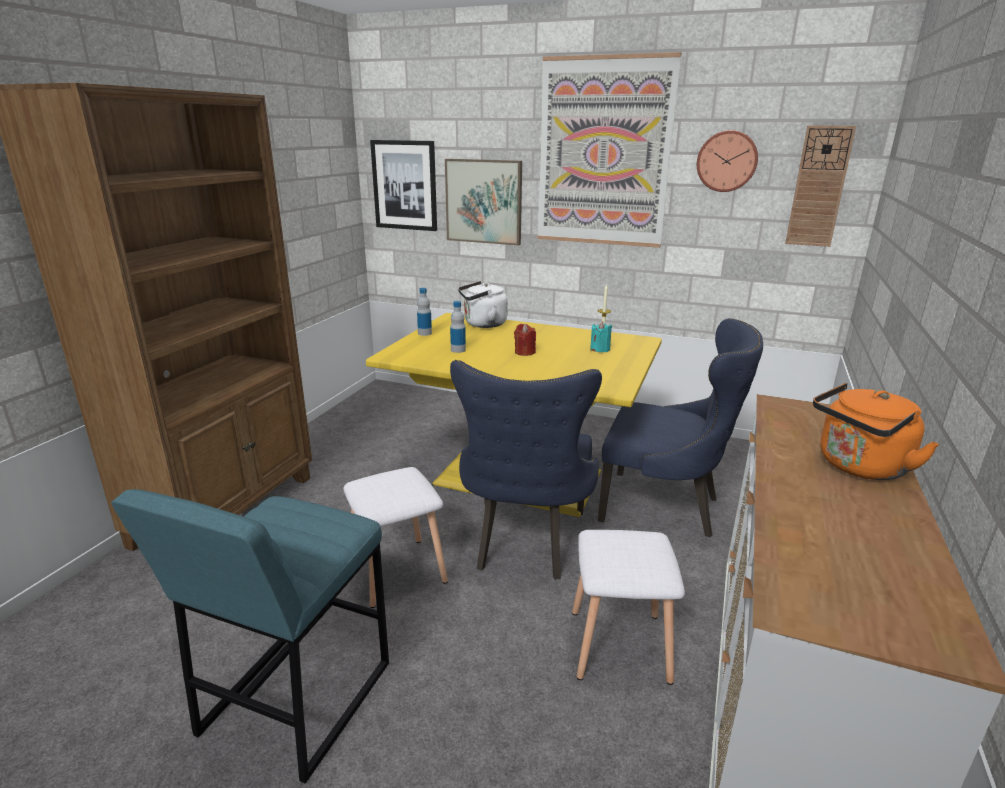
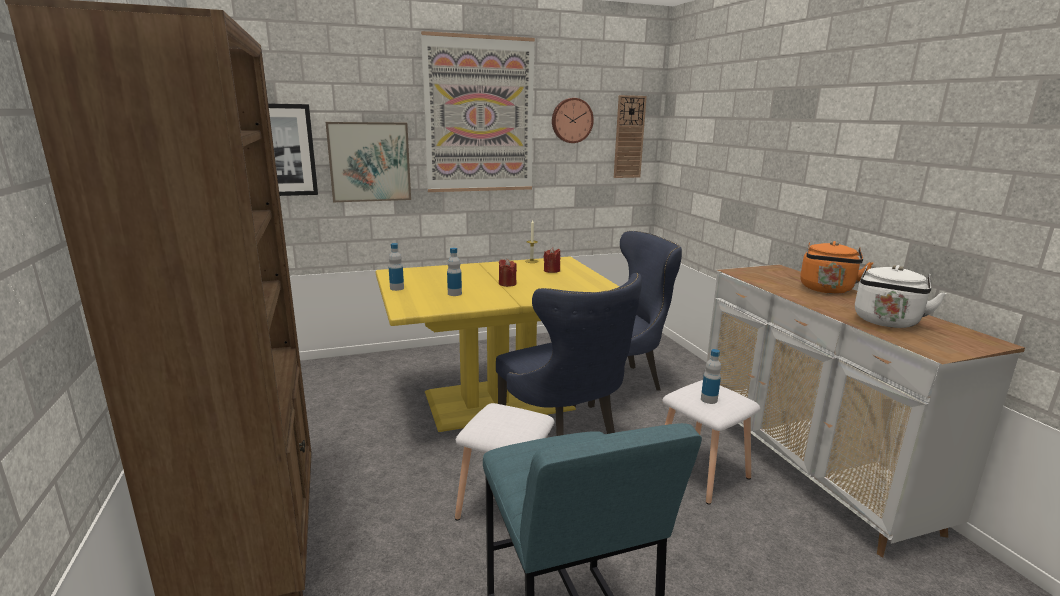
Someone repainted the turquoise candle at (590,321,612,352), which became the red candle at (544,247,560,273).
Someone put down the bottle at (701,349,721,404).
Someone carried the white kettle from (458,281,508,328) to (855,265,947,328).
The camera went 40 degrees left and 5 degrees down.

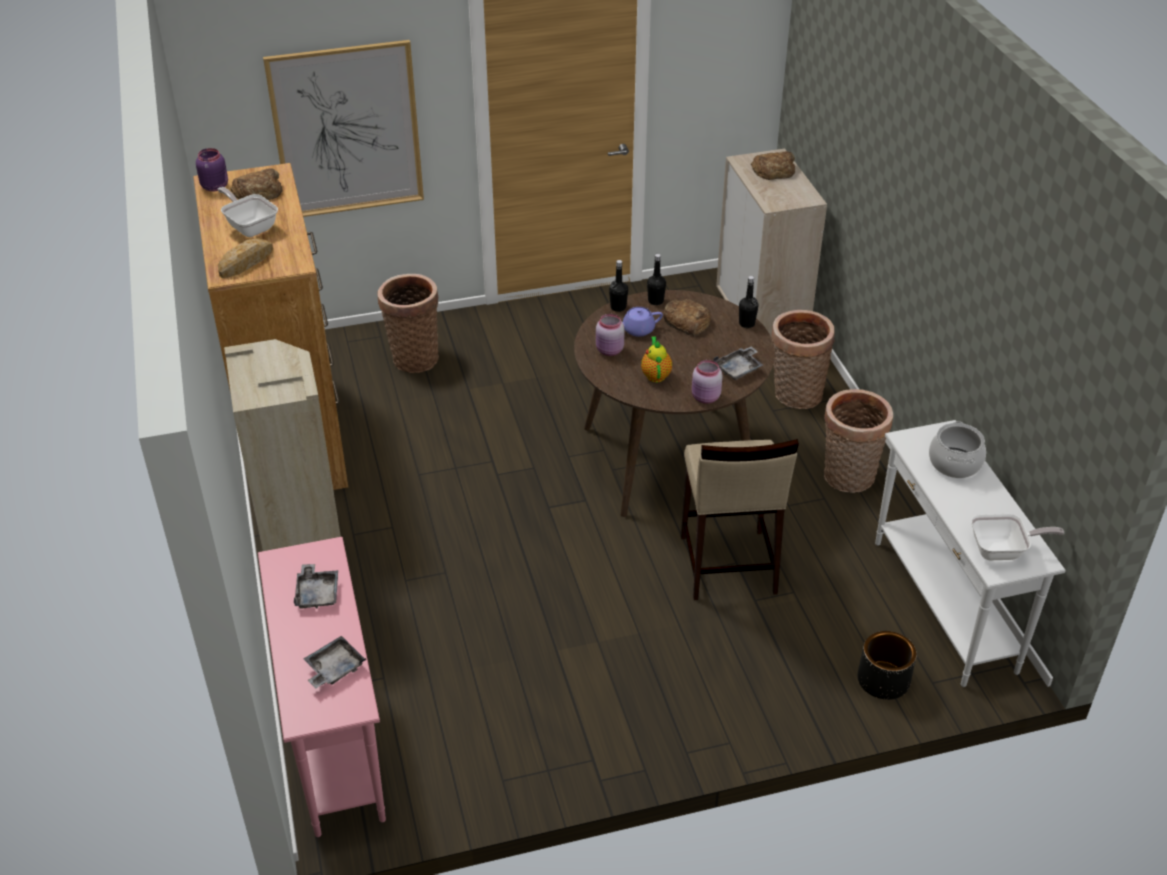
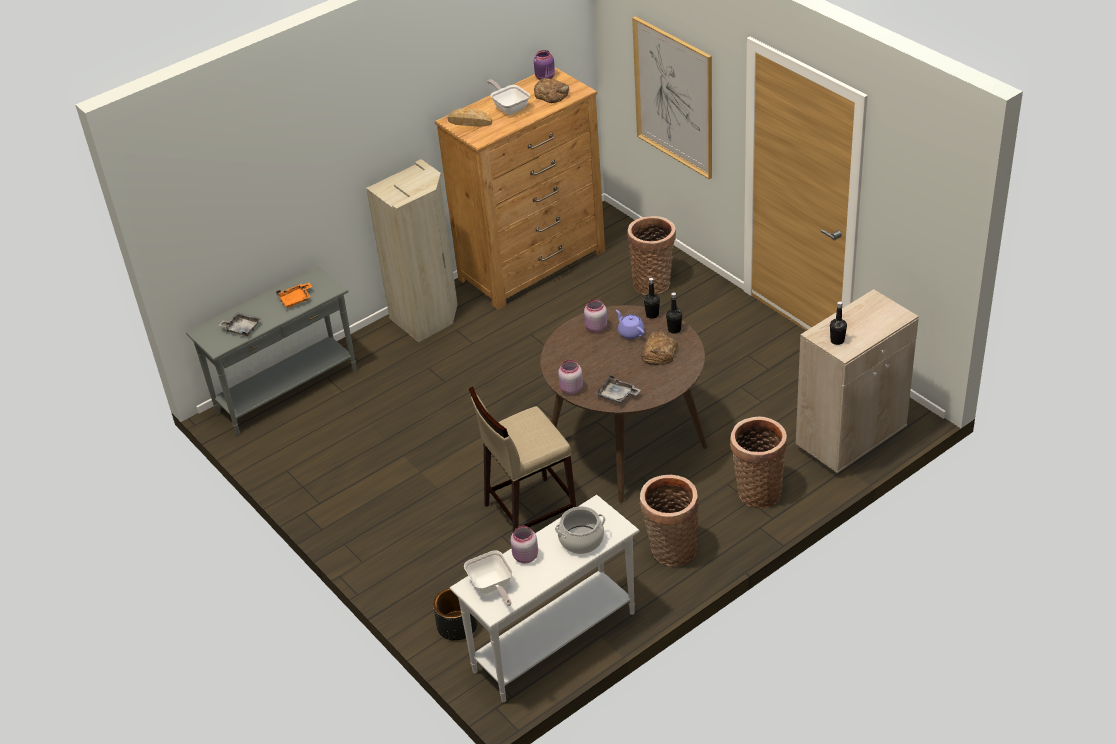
Someone repainted the pink console table at (258,537,386,837), which became the grey console table at (186,266,357,435).
Someone repainted the grey tray at (294,564,338,609), which became the orange tray at (276,283,312,308).
Someone rotated the frying pan at (217,187,278,237) by 60 degrees counterclockwise.
Someone put down the pink jar at (511,526,538,563).
Someone carried the black bottle from (739,276,759,328) to (830,301,847,345).
Someone took away the teapot at (641,336,672,382).
Someone took away the bread at (751,151,795,180).
The camera went 70 degrees right and 0 degrees up.

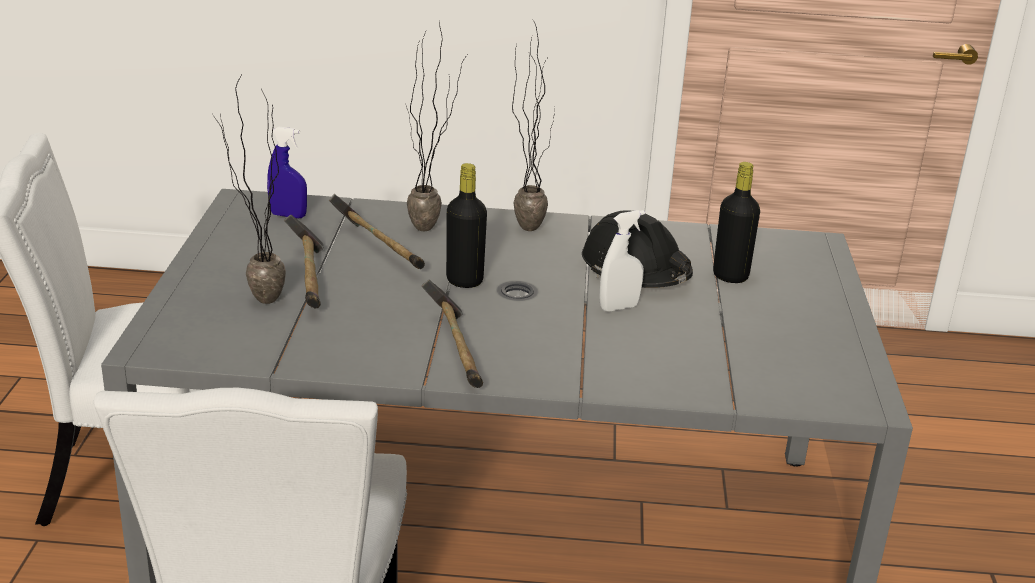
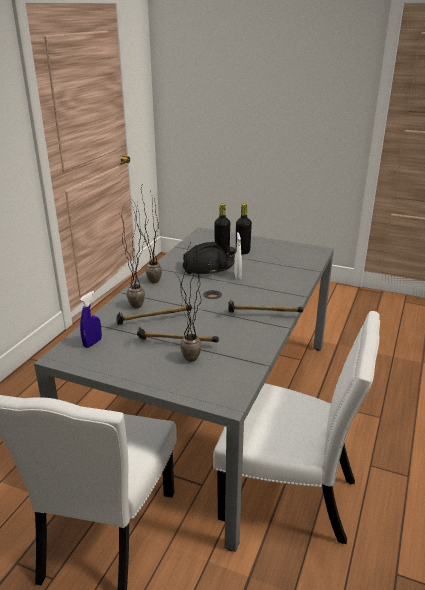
Someone carried the black bottle from (446,163,487,288) to (236,204,252,254).
The camera went 70 degrees left and 0 degrees up.

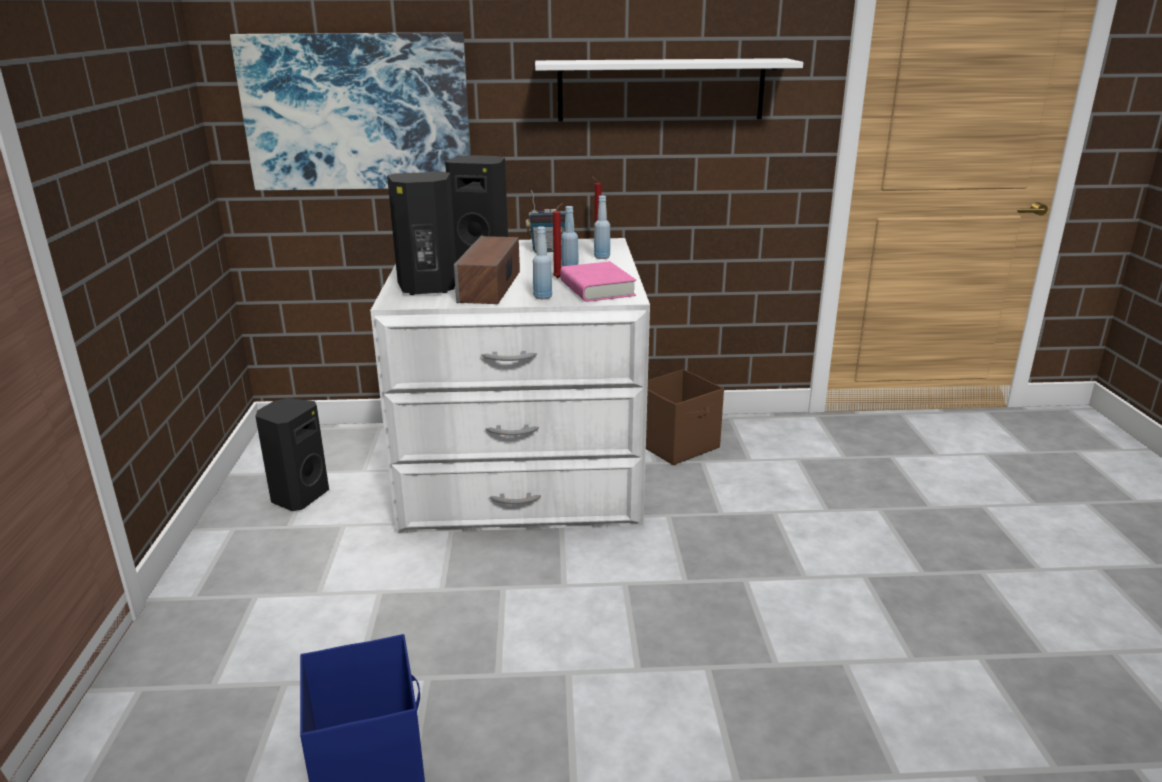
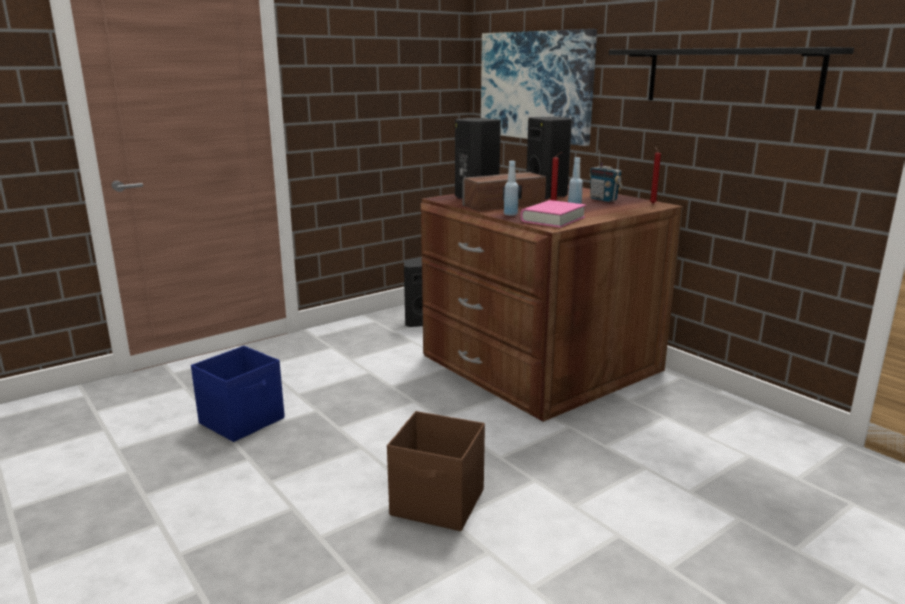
Someone carried the brown storage box from (646,369,724,465) to (387,411,485,531).
Someone repainted the white dresser at (370,238,650,533), which became the brown dresser at (421,185,683,422).
Someone repainted the white shelf at (535,58,803,122), which became the black shelf at (609,47,854,110).
Someone took away the blue bottle at (594,195,610,259).
The camera went 55 degrees right and 5 degrees down.

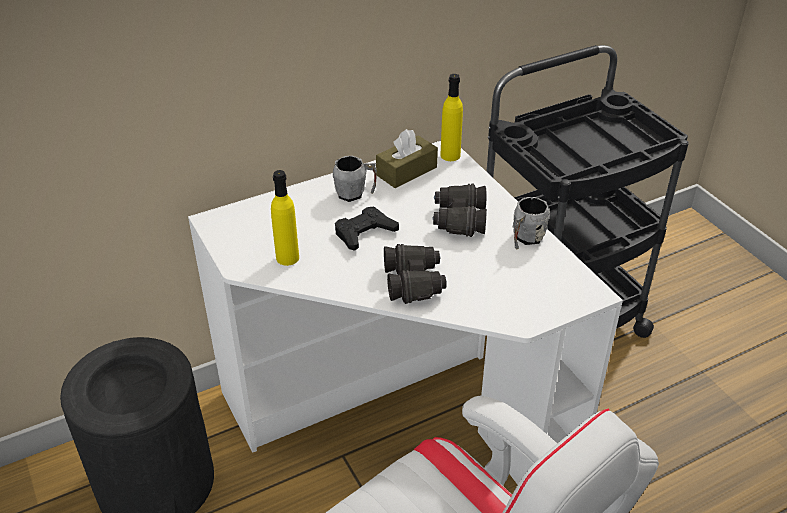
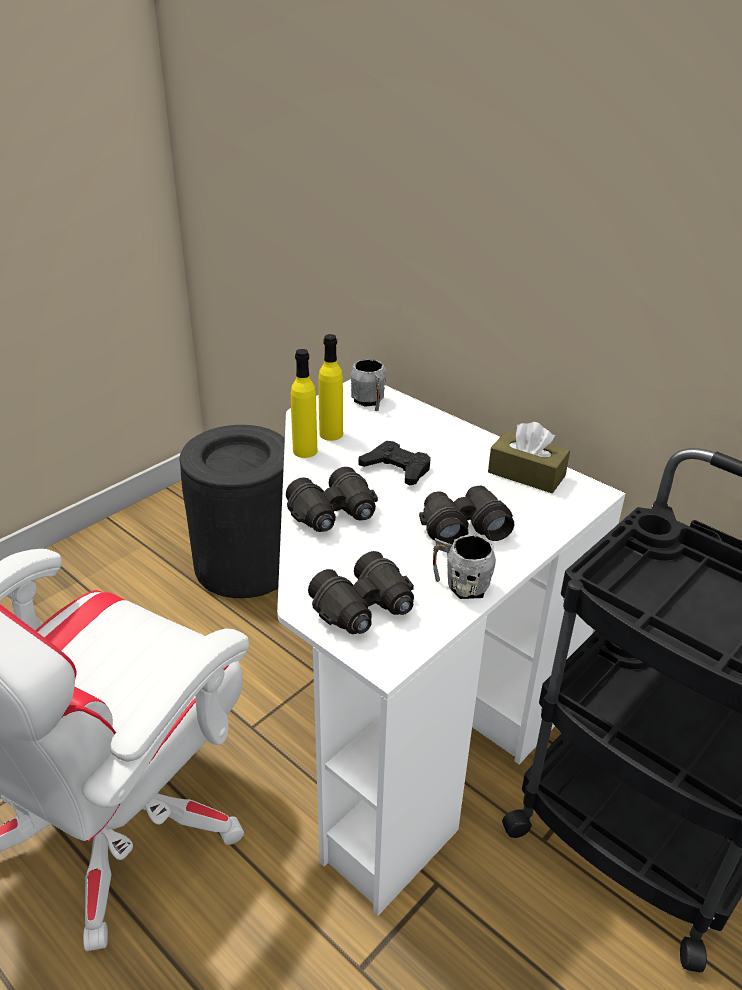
Someone carried the yellow bottle from (441,74,463,161) to (291,349,317,458).
Someone put down the black binoculars at (308,551,414,634).
Someone carried the grey mug from (333,156,377,202) to (351,359,386,412).
The camera went 70 degrees right and 5 degrees down.

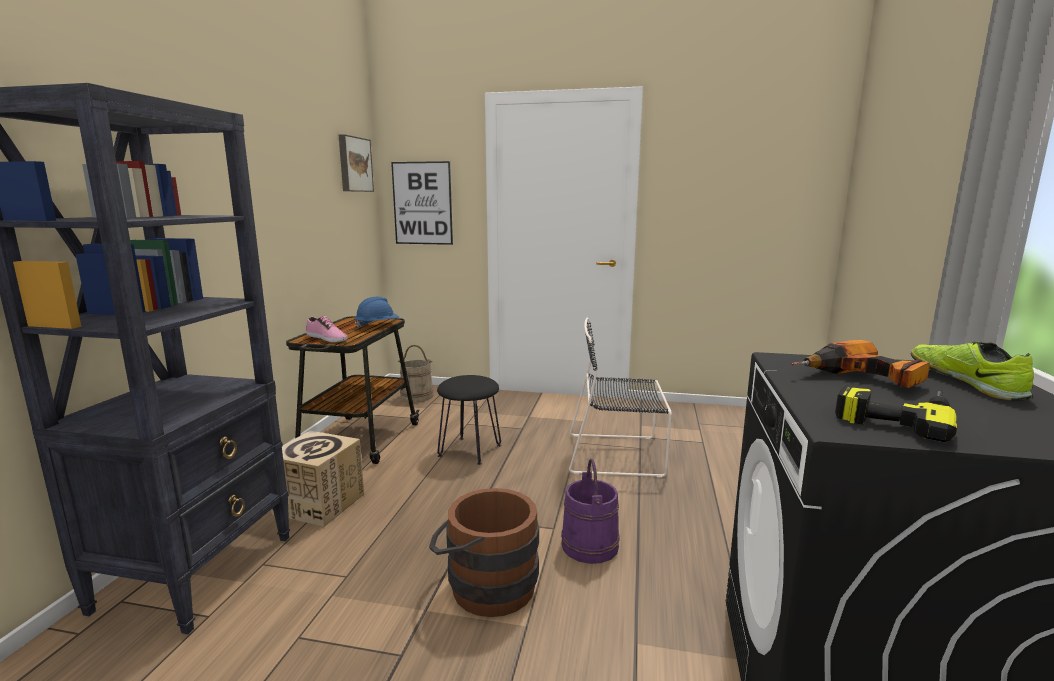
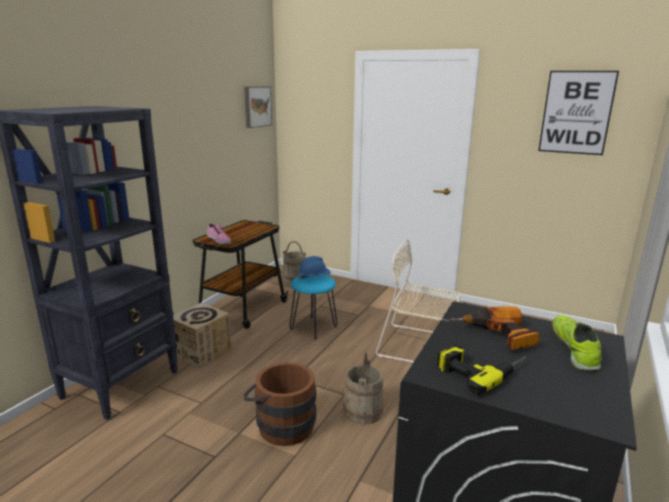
Someone repainted the black stool at (437,375,501,465), which became the turquoise stool at (290,275,337,340).
Someone carried the blue hard hat from (355,297,399,328) to (298,256,331,279).
Someone repainted the purple bucket at (561,459,620,564), which became the beige bucket at (343,352,384,424).
Someone repainted the black chair at (569,317,672,477), which became the beige chair at (376,239,461,363).
Someone carried the picture from (391,161,453,245) to (538,71,619,155).
The camera went 15 degrees right and 5 degrees up.

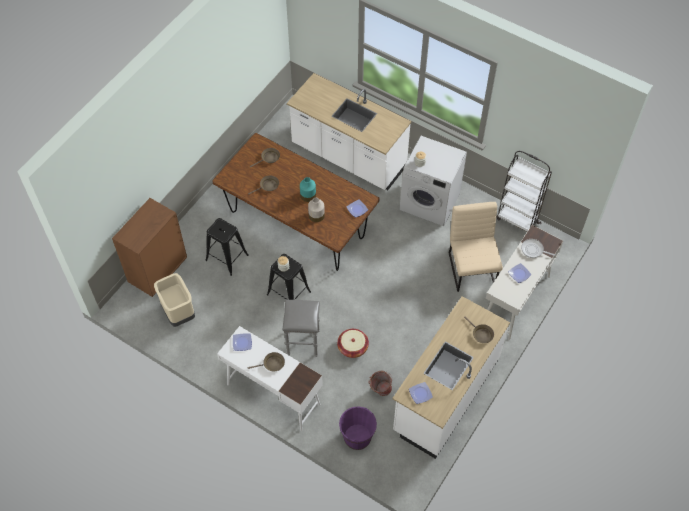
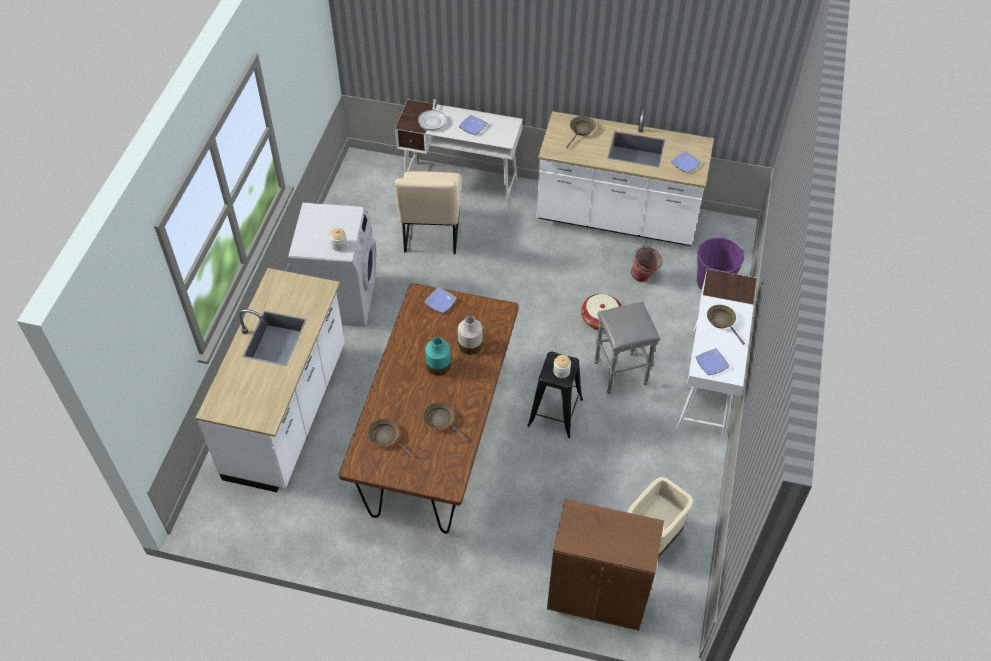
Someone rotated the beige chair at (448,202,503,292) by 60 degrees counterclockwise.
Someone took away the black stool at (205,218,249,276).
Someone took away the white cart at (496,151,552,232).
The camera went 110 degrees left and 5 degrees down.

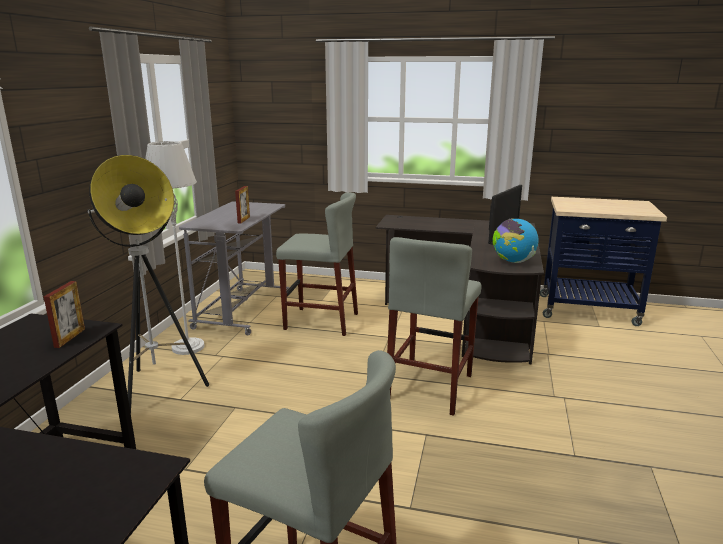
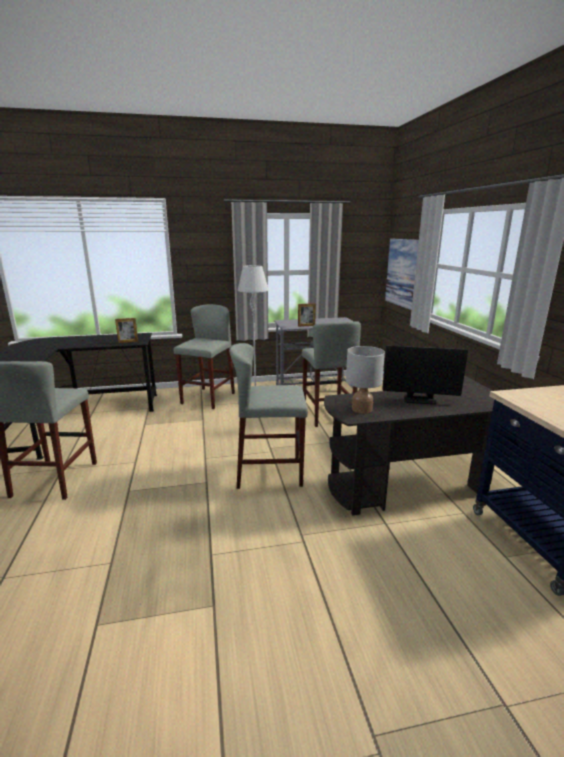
Someone swapped the floor lamp at (88,155,209,413) for the grey stool at (173,304,235,409).
Someone swapped the globe at (492,218,539,263) for the grey table lamp at (346,346,385,414).
Someone put up the picture at (385,239,419,310).
The camera went 65 degrees right and 0 degrees up.

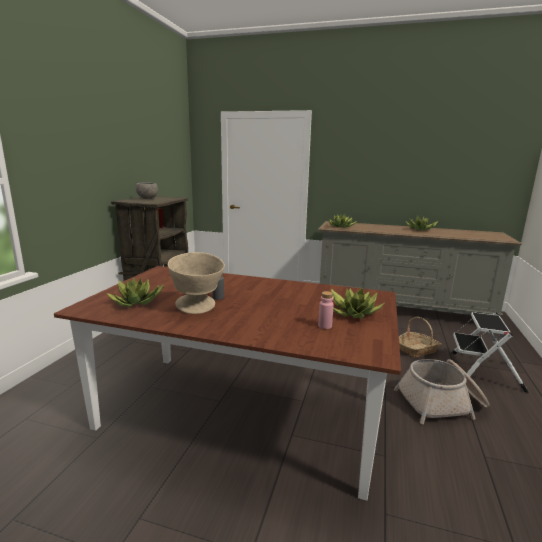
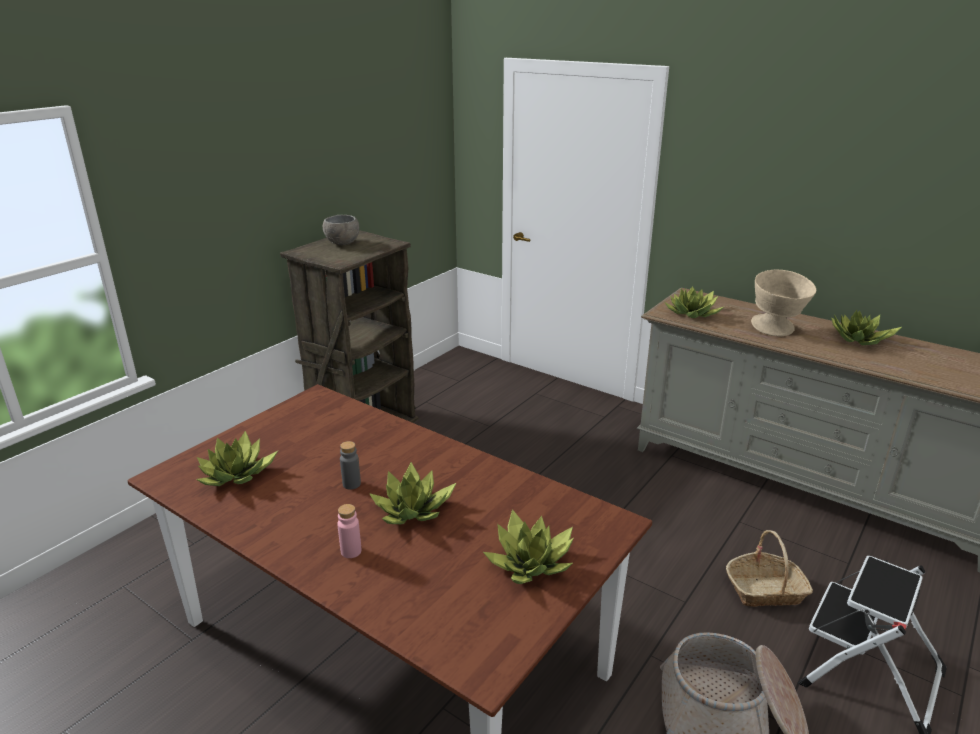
Someone carried the pink bottle from (318,291,334,329) to (337,504,361,558).
Someone put down the potted plant at (369,462,456,524).
Someone carried the beige bowl from (168,252,225,314) to (751,270,816,336).
The camera went 20 degrees right and 10 degrees up.

